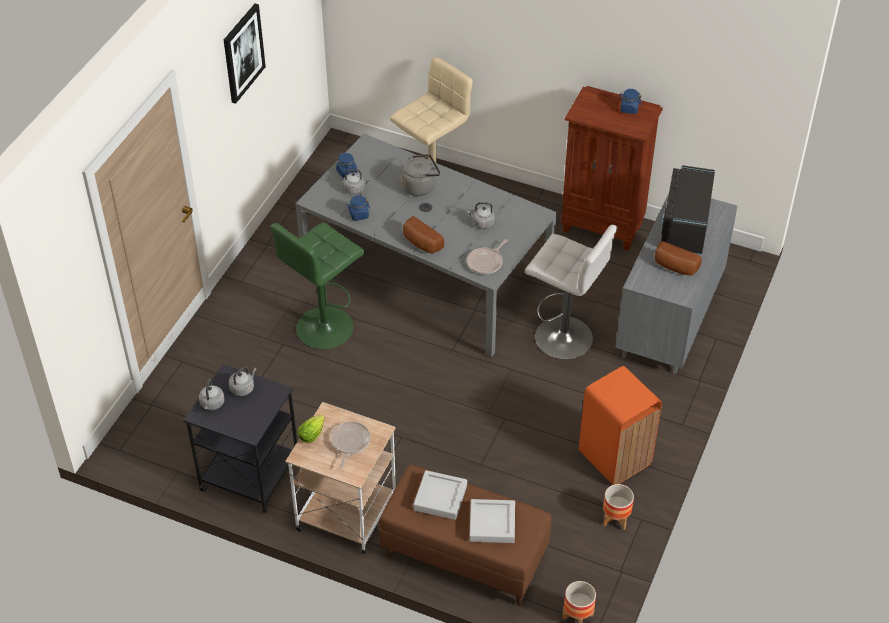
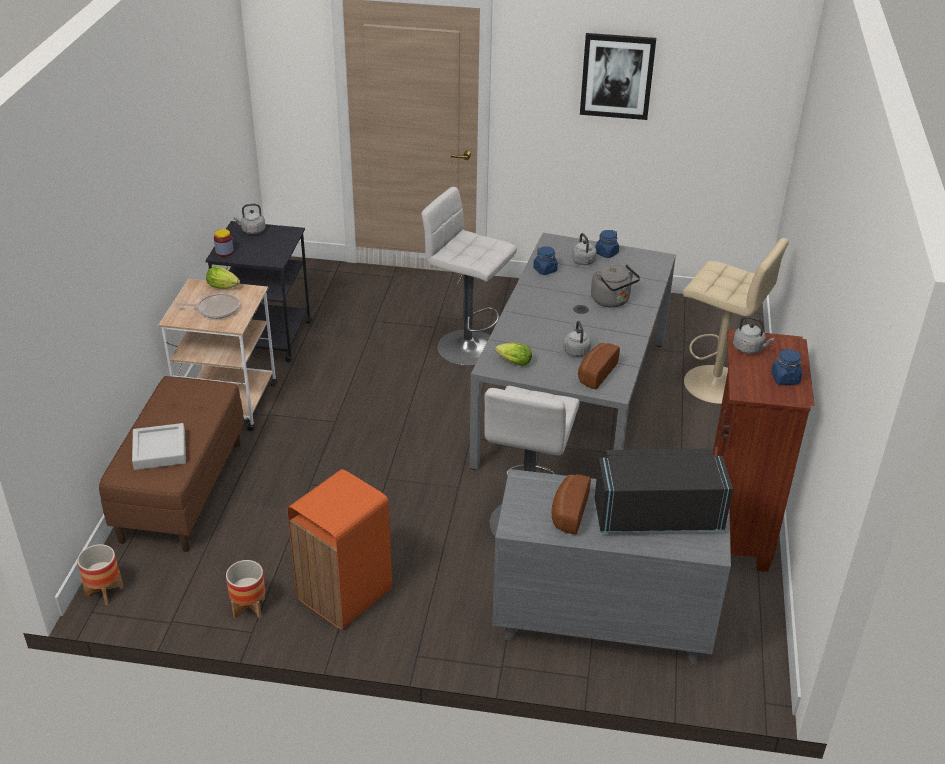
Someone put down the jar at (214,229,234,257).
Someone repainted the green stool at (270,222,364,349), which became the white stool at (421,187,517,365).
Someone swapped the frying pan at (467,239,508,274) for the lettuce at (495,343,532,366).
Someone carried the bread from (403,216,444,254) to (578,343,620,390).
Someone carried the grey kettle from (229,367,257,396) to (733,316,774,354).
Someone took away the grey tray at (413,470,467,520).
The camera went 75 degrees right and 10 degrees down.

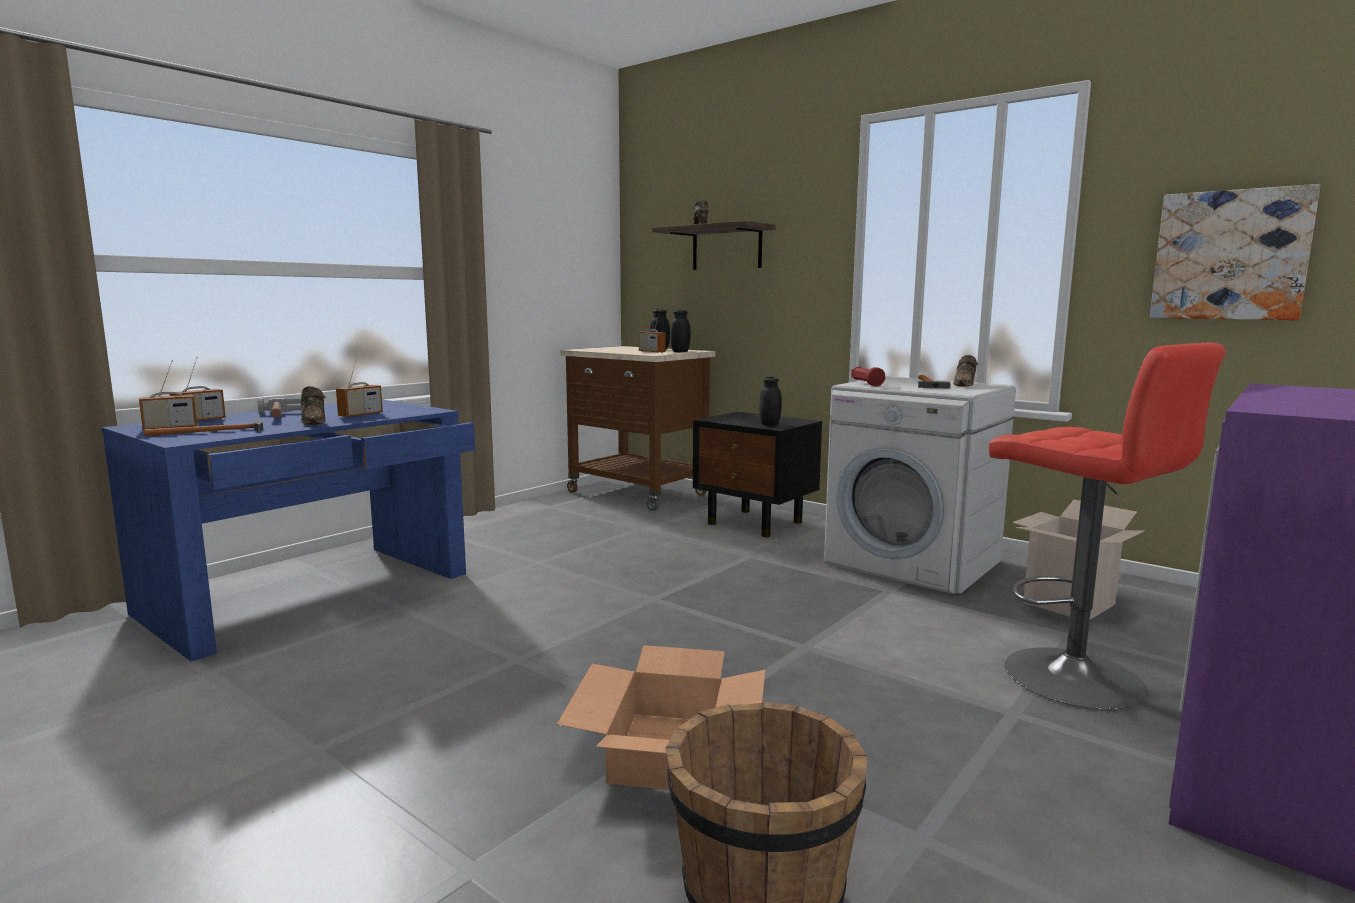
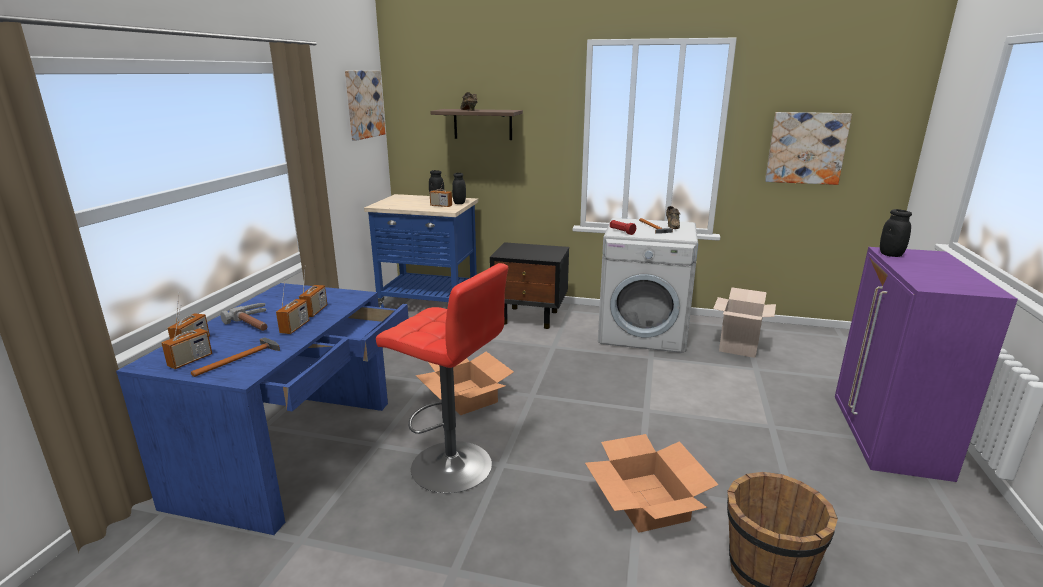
Someone swapped the brown shoe at (301,386,326,425) for the radio at (276,278,310,334).
Someone put up the picture at (345,71,385,141).
Someone repainted the brown cart at (560,346,715,511), which became the blue cart at (364,194,478,308).
Someone carried the red stool from (989,343,1226,709) to (376,263,508,493).
Someone put down the cardboard box at (416,352,514,415).
Someone carried the black jar from (759,377,782,425) to (880,209,912,257).
The camera went 25 degrees left and 10 degrees up.

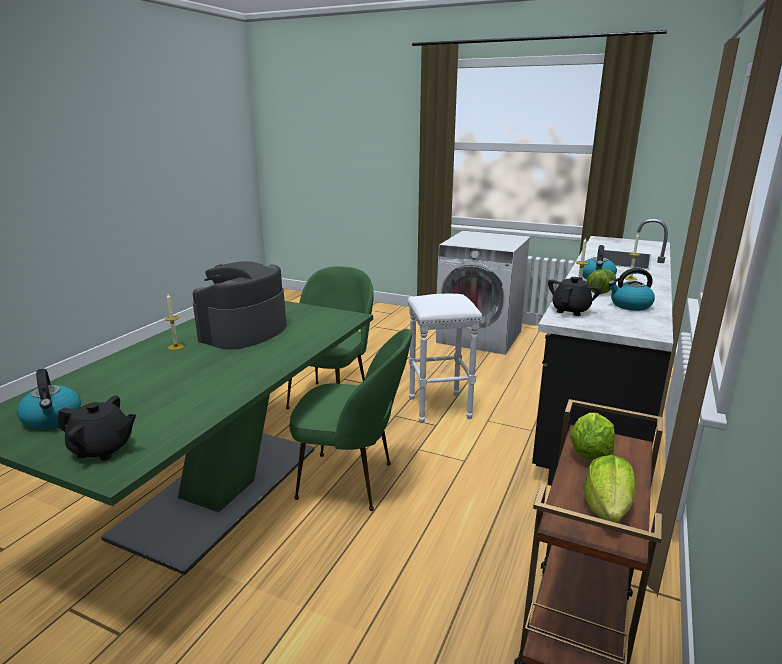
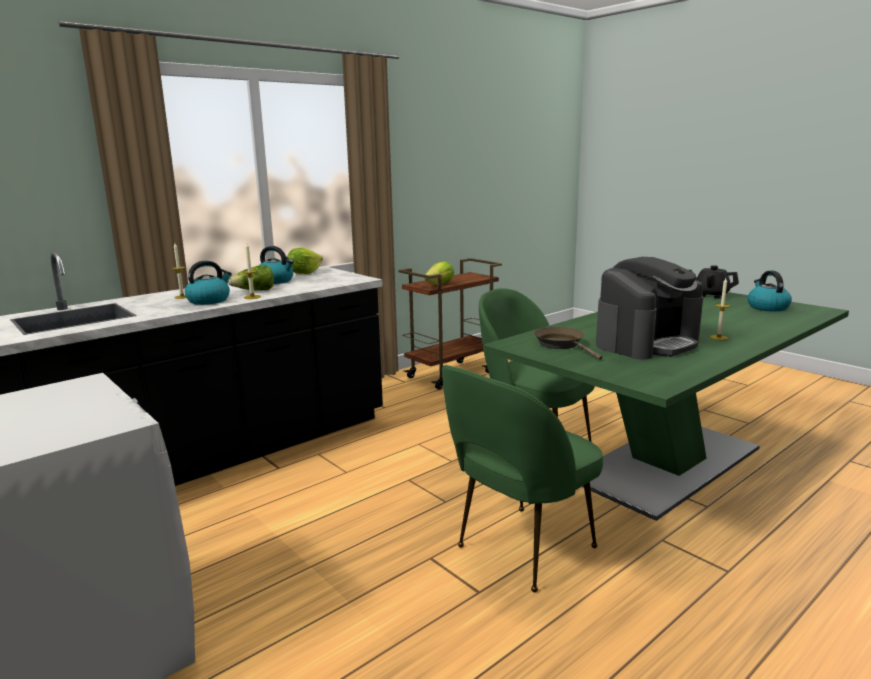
Someone carried the lettuce from (584,455,636,522) to (287,248,323,274).
Someone put down the brown frying pan at (534,327,602,360).
Someone took away the white stool at (408,294,482,423).
Someone took away the black teapot at (548,277,601,316).
The camera went 155 degrees left and 5 degrees down.

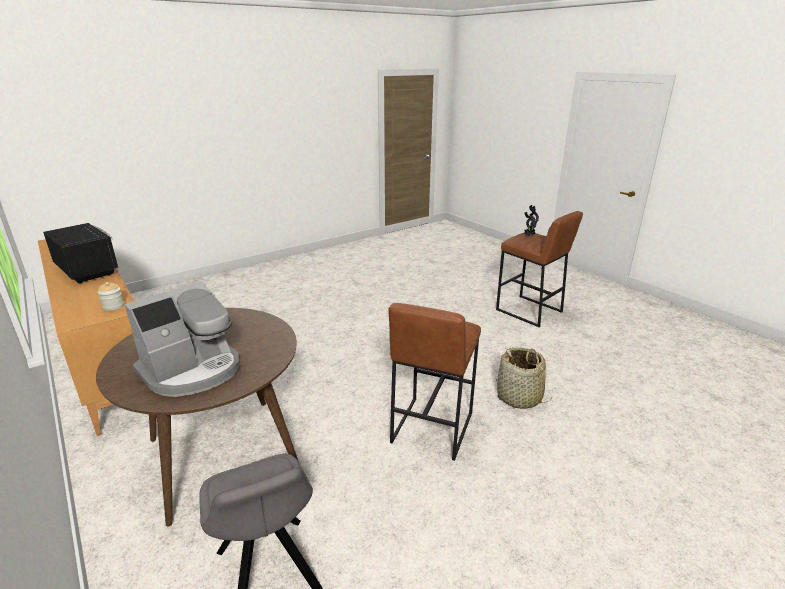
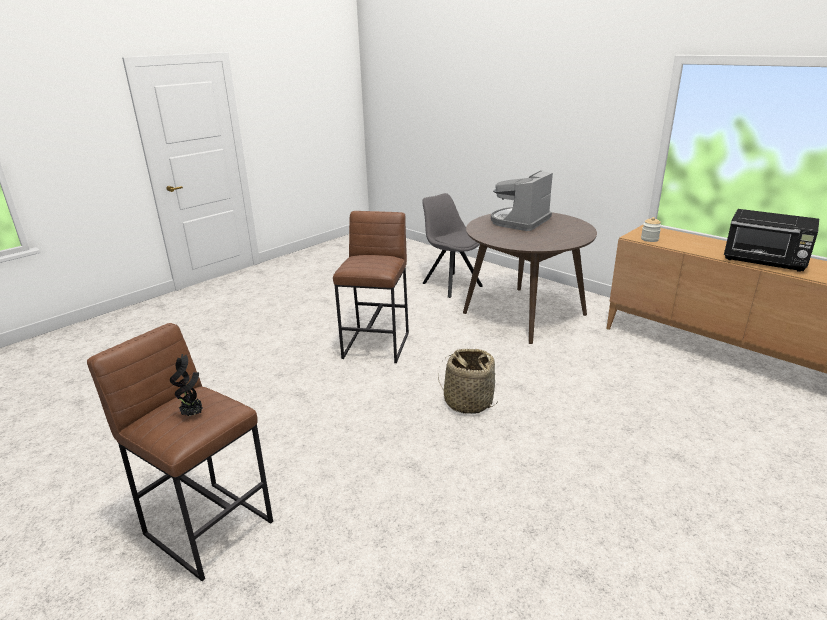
Someone carried the basket from (496,347,551,409) to (438,349,497,414).
The camera went 170 degrees right and 0 degrees up.

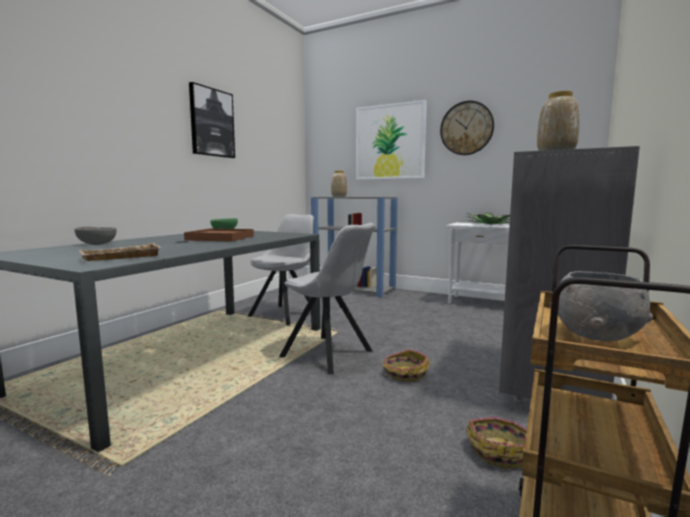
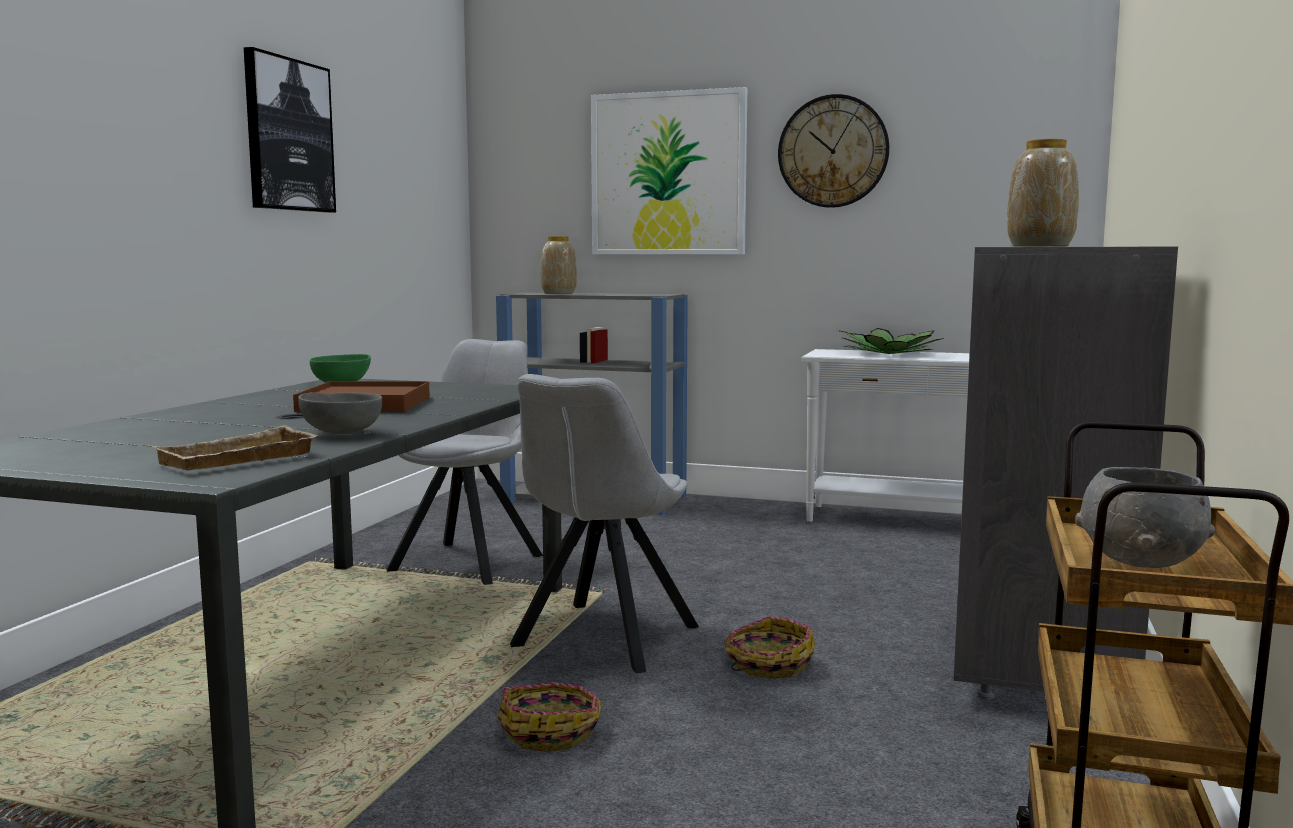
Someone carried the grey bowl from (75,227,116,245) to (298,392,382,434).
Someone carried the basket from (466,417,527,469) to (498,682,601,752).
Someone rotated the grey chair at (279,223,375,374) by 90 degrees clockwise.
The camera went 10 degrees left and 0 degrees up.

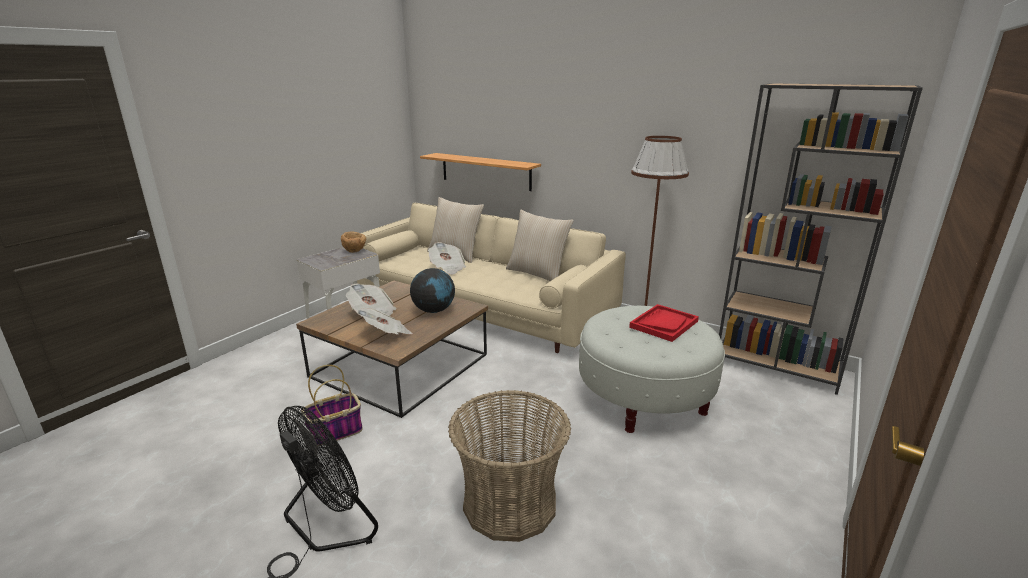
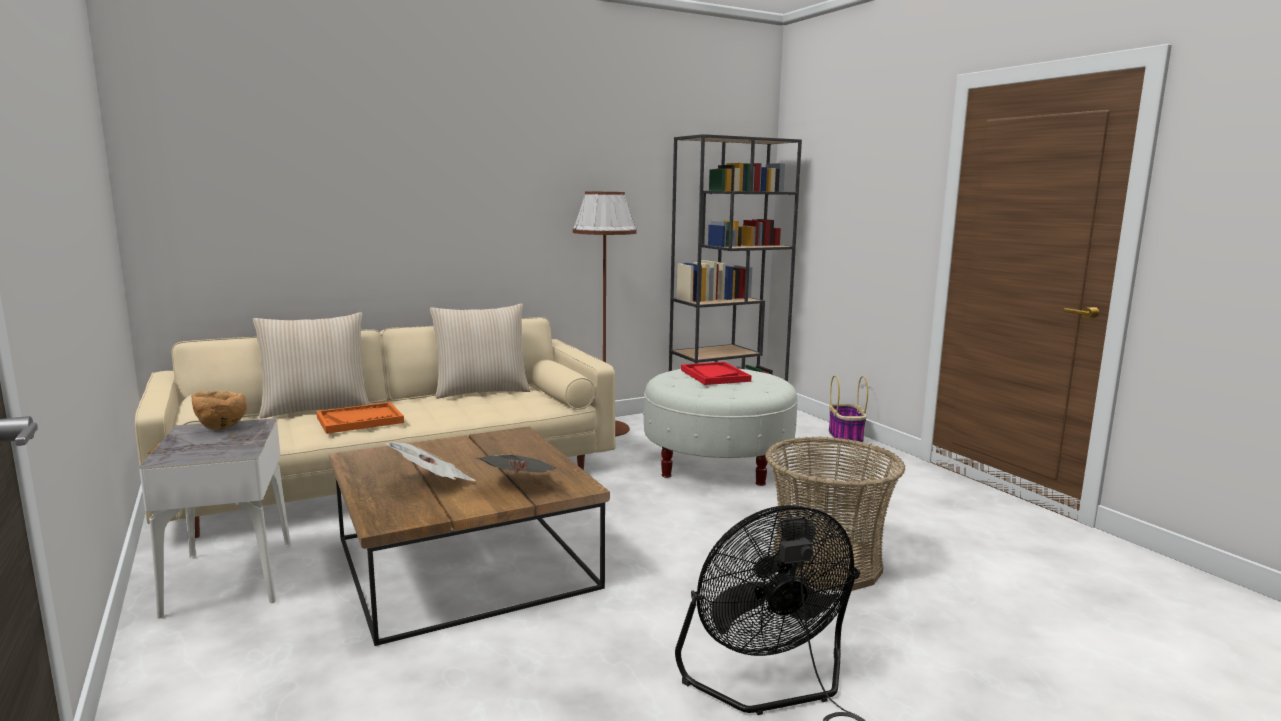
Someone swapped the newspaper at (428,242,466,275) for the orange tray at (316,402,404,434).
Someone carried the basket from (301,365,363,446) to (829,375,868,445).
Someone took away the globe at (410,268,455,313).
Someone took away the shelf at (420,153,541,191).
The camera went 60 degrees left and 10 degrees down.

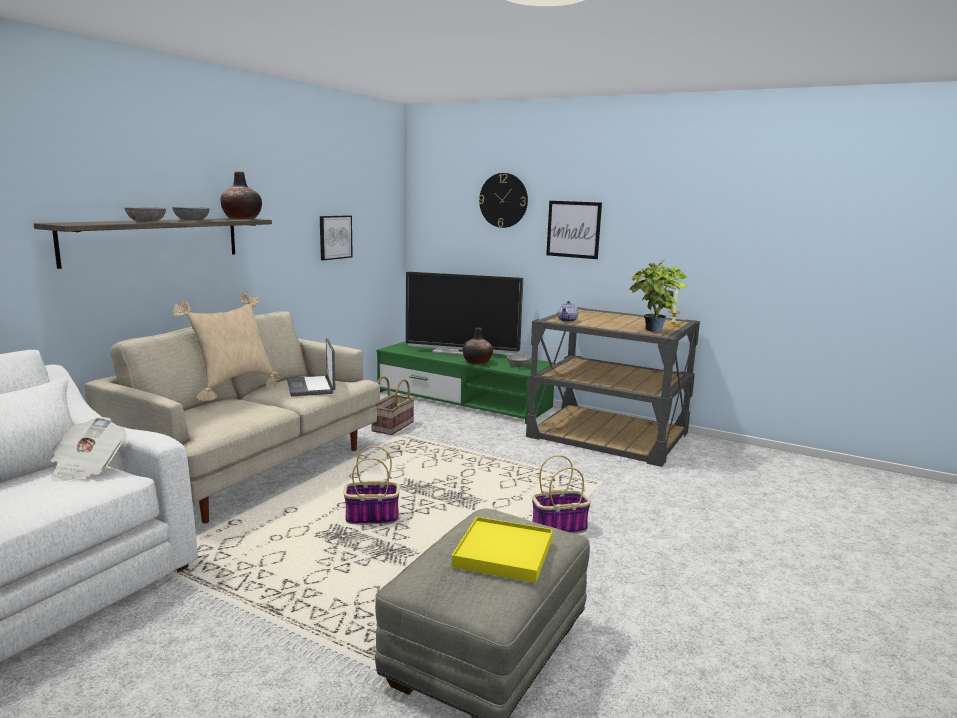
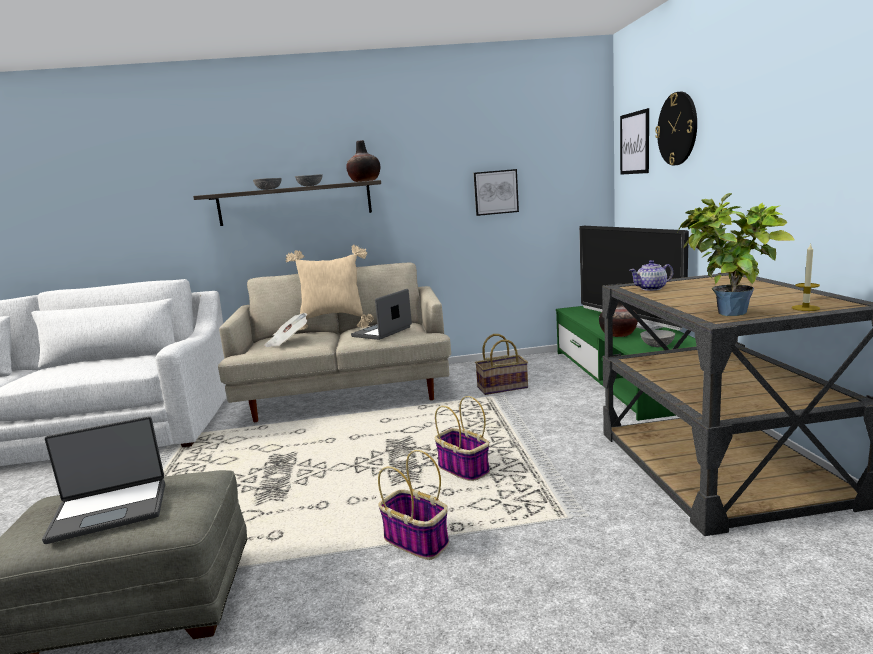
Someone swapped the yellow tray at (452,517,553,583) for the laptop at (42,416,165,544).
Someone carried the newspaper from (50,417,127,481) to (264,313,308,347).
Someone carried the basket from (344,446,400,524) to (435,396,490,481).
Someone carried the picture from (546,201,602,259) to (620,108,649,175).
The camera went 55 degrees right and 0 degrees up.

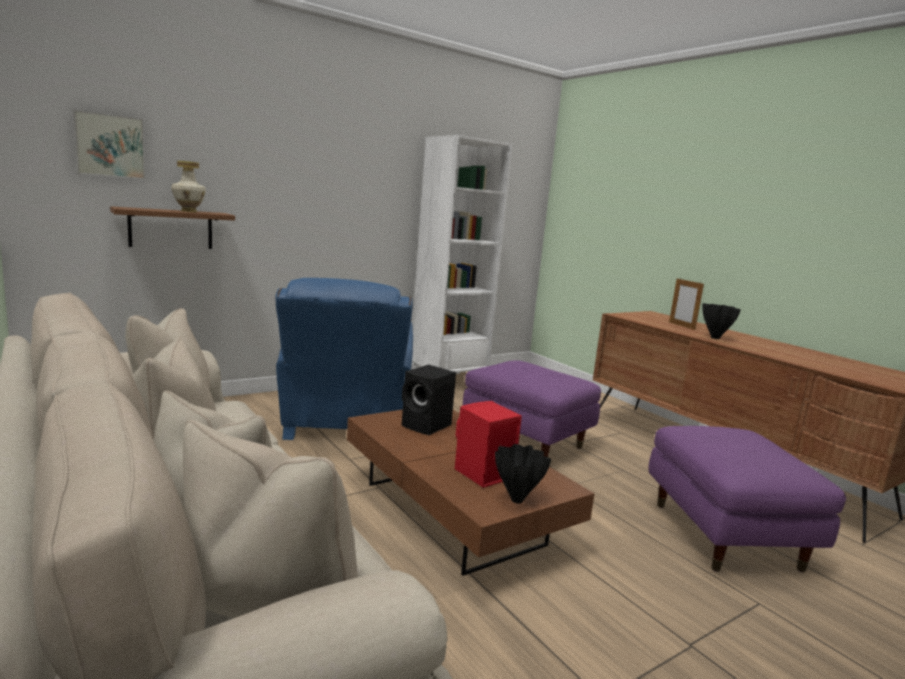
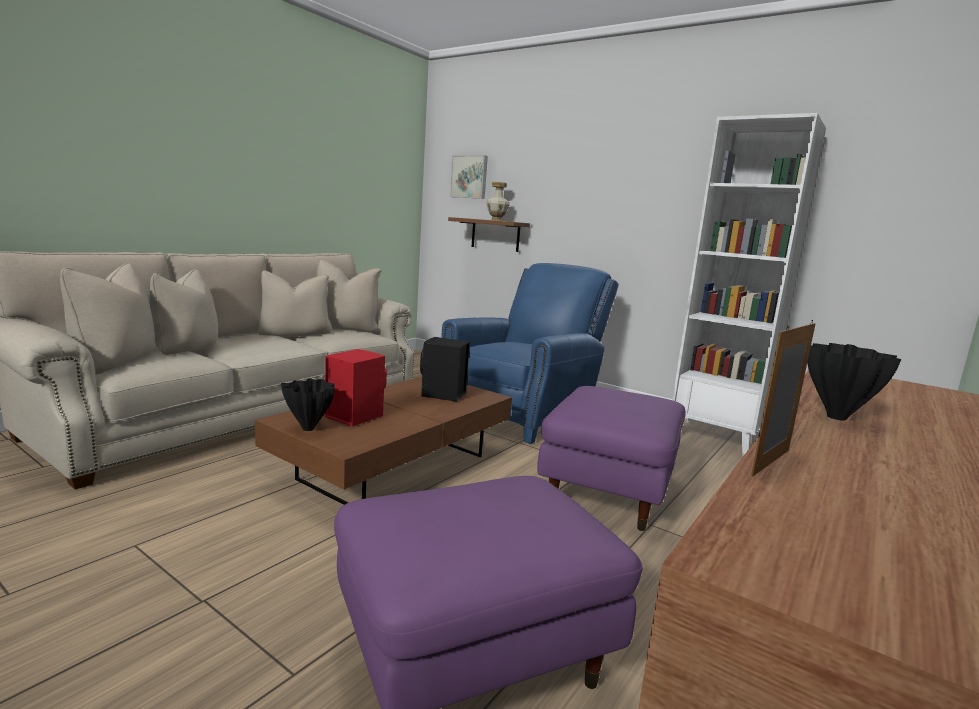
Someone rotated the blue armchair at (275,278,413,440) by 150 degrees clockwise.
Someone carried the picture frame from (669,279,704,330) to (751,321,816,477).
The camera went 70 degrees right and 0 degrees up.

